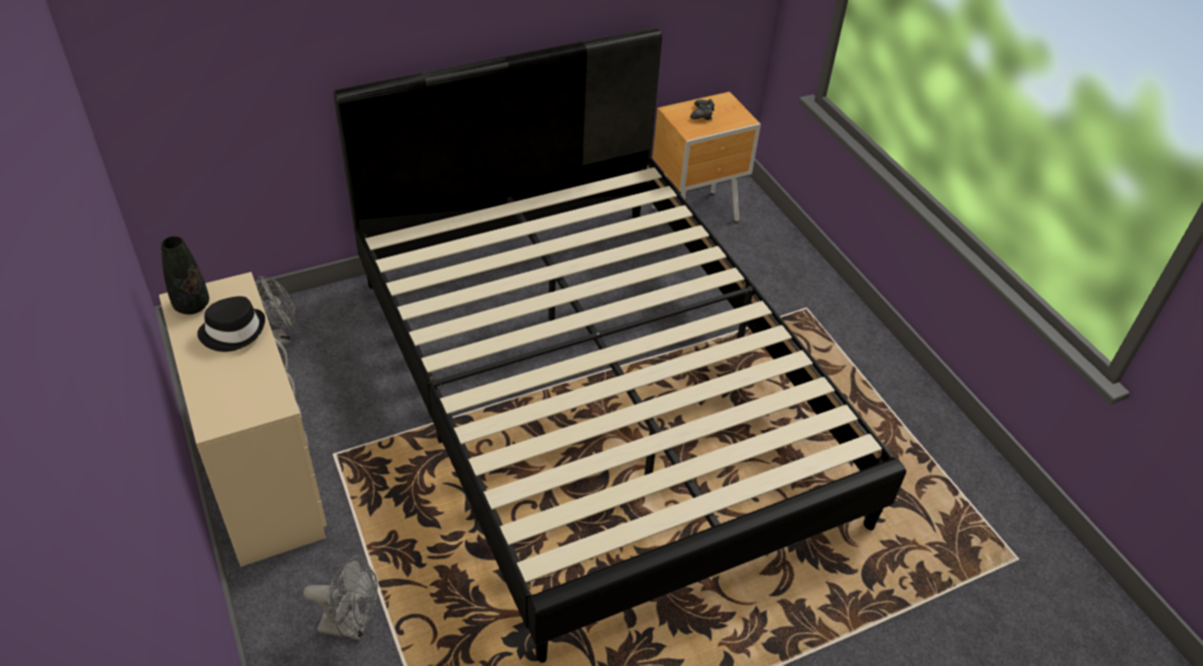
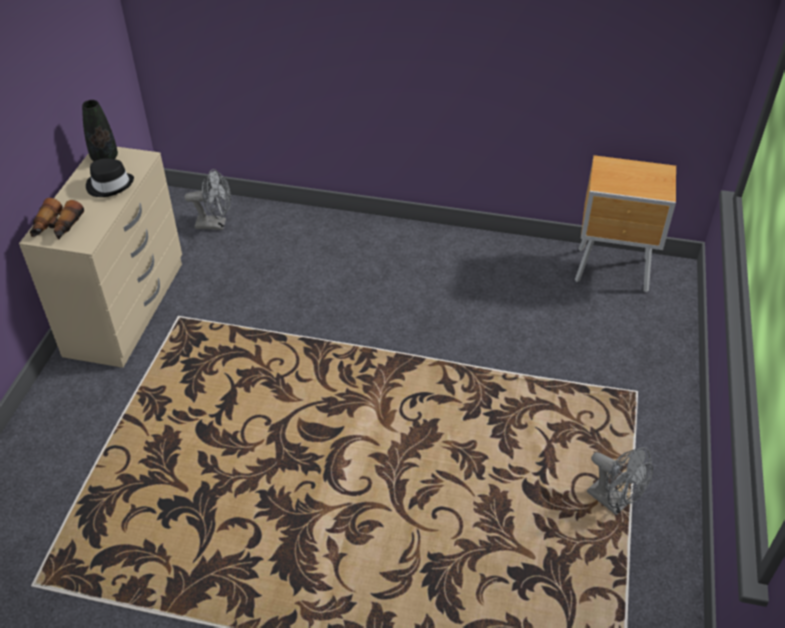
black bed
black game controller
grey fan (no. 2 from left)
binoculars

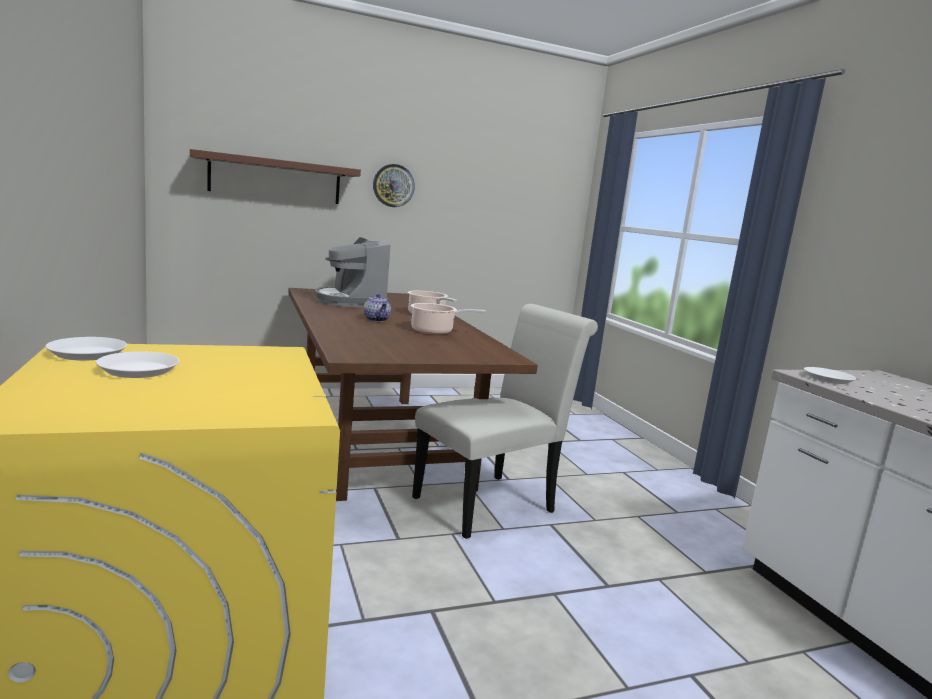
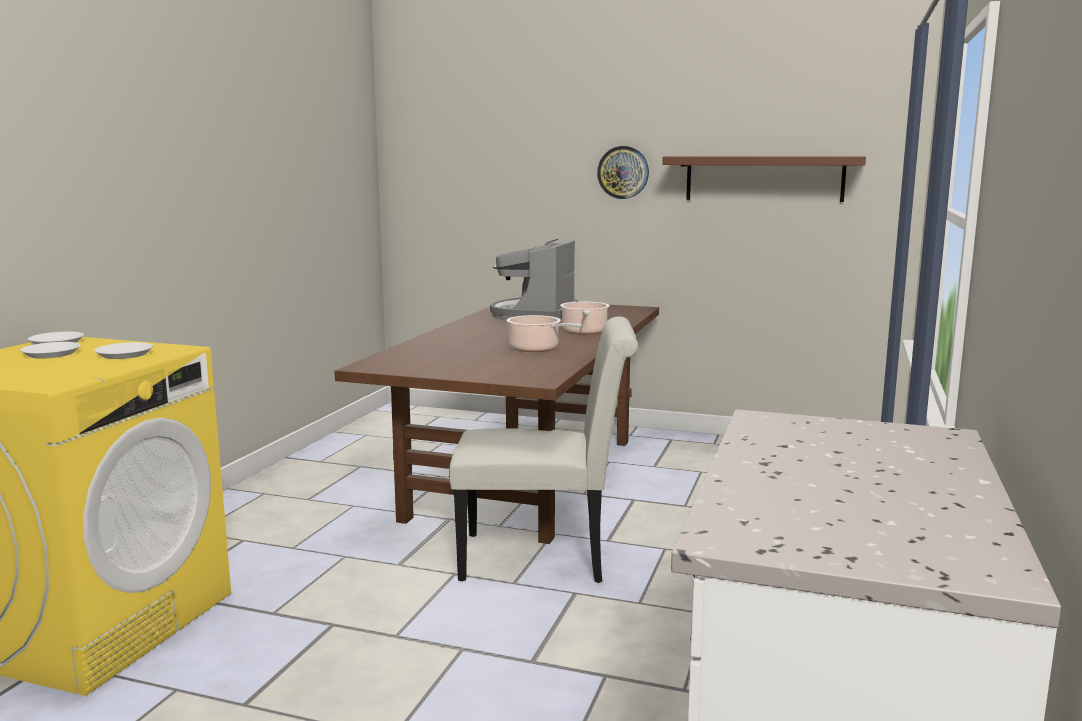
brown shelf
teapot
white plate (no. 3 from left)

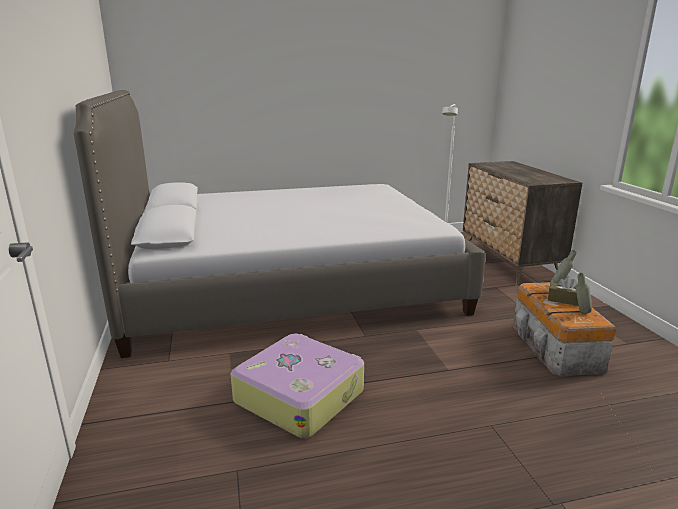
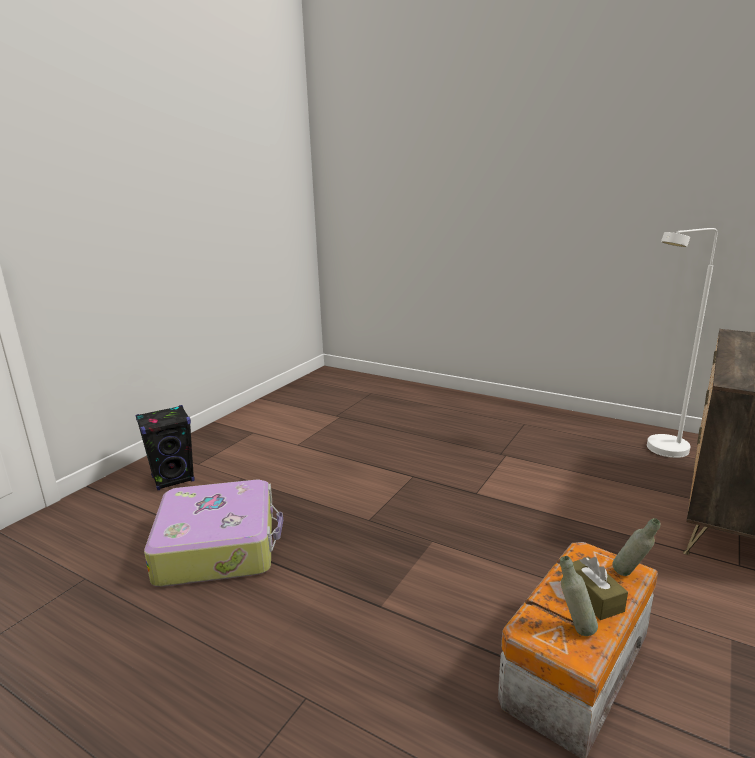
bed
black speaker

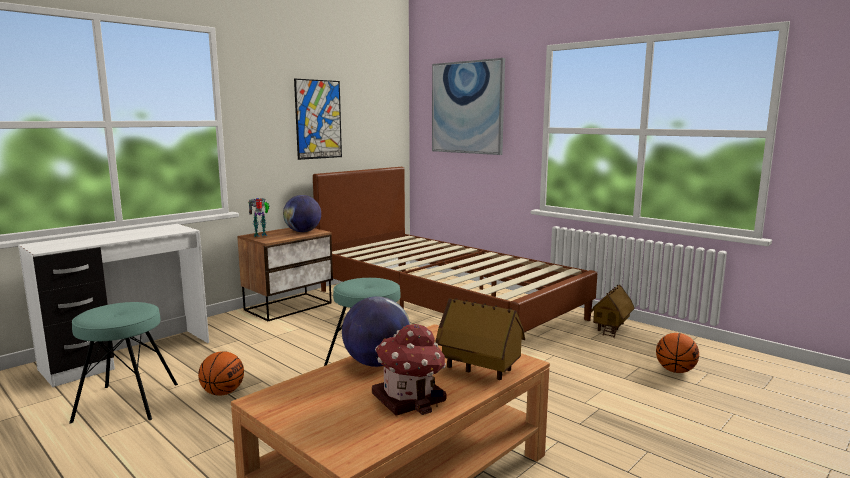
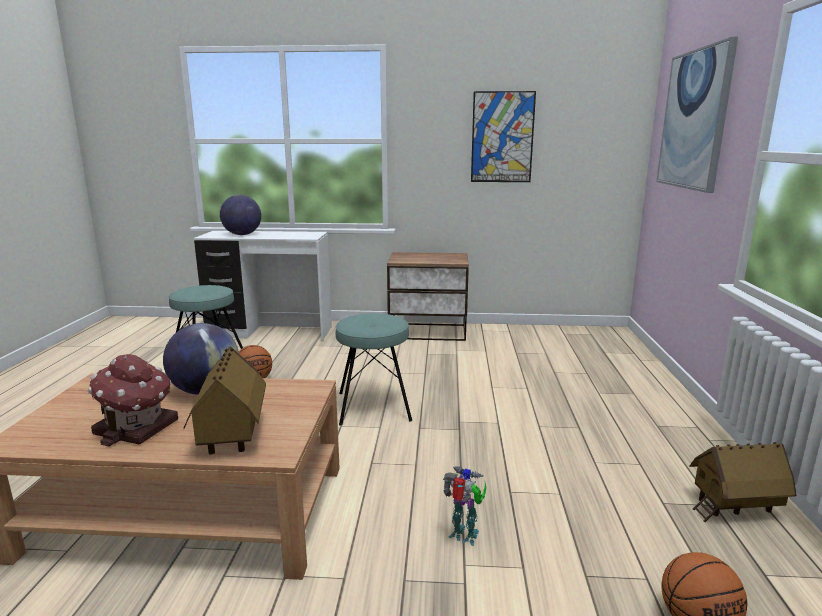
brown bed
globe (no. 2 from left)
toy robot

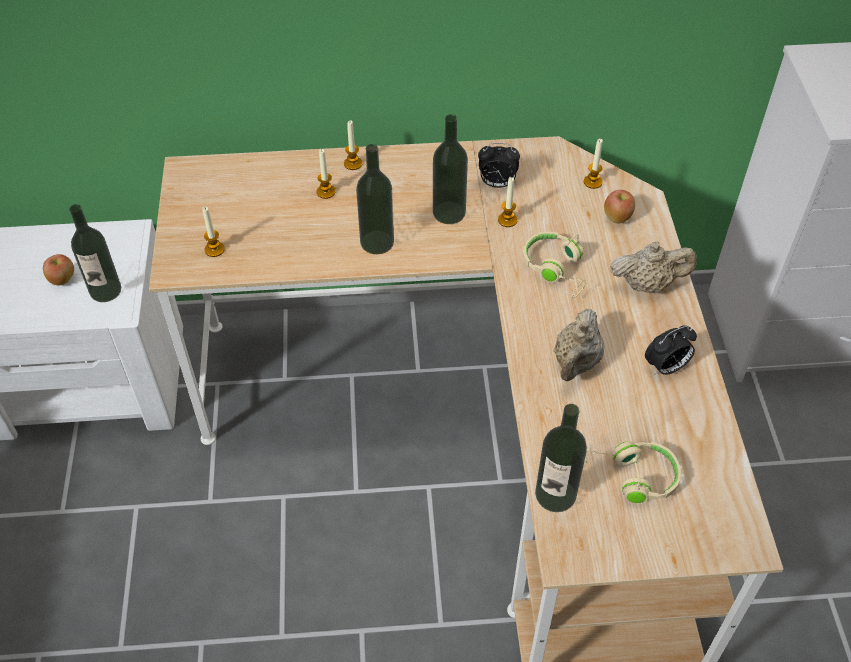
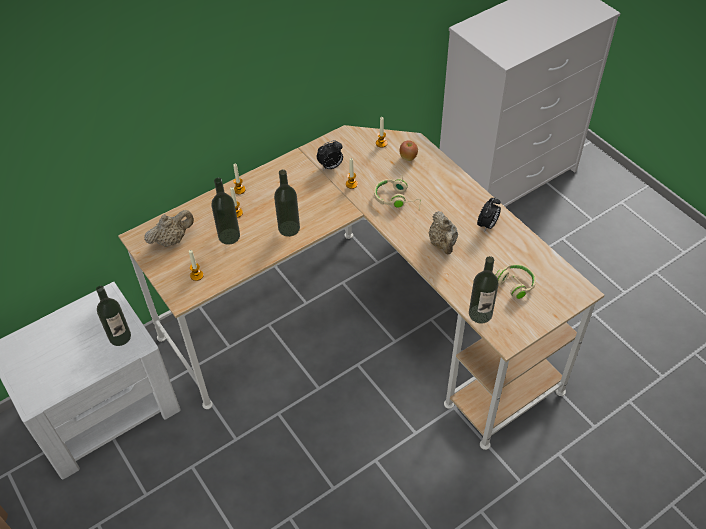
bottle (no. 2 from left)
beige teapot (no. 1 from left)
apple (no. 1 from left in the first image)

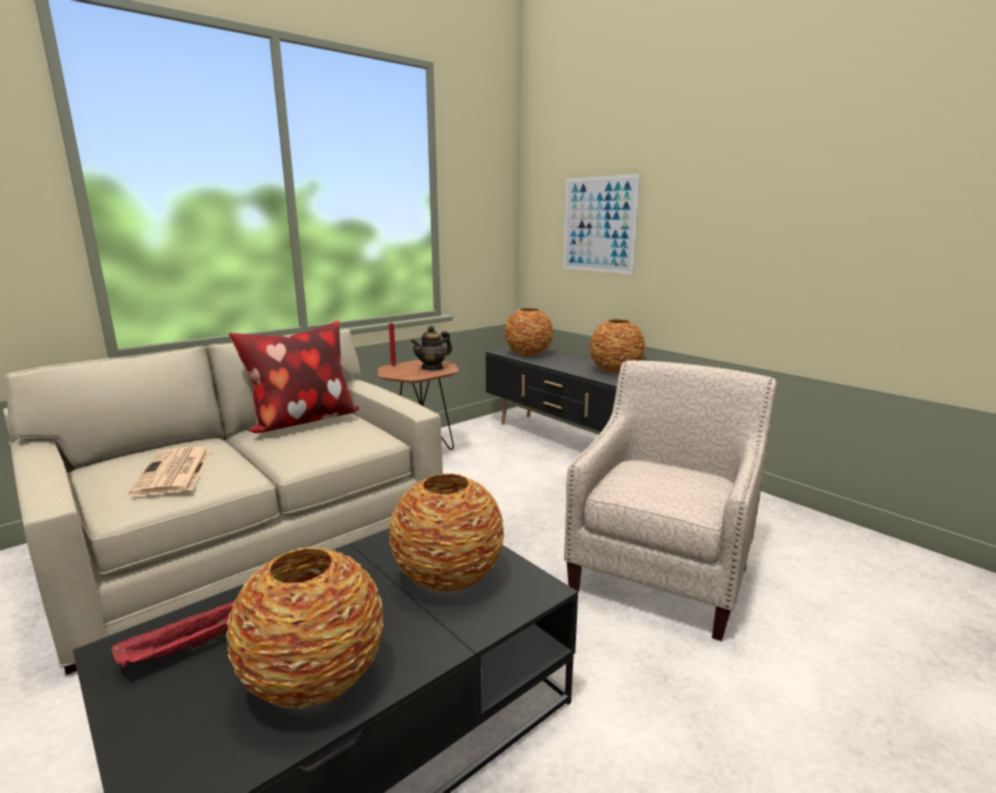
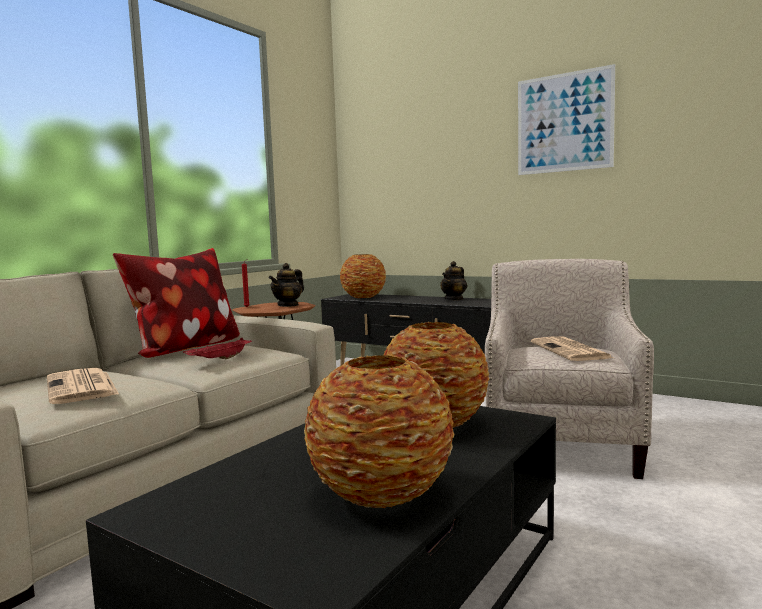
picture
teapot (no. 2 from left)
red tray
newspaper (no. 2 from left)

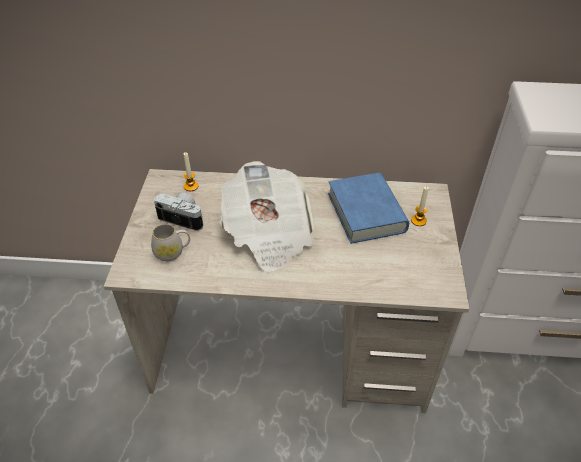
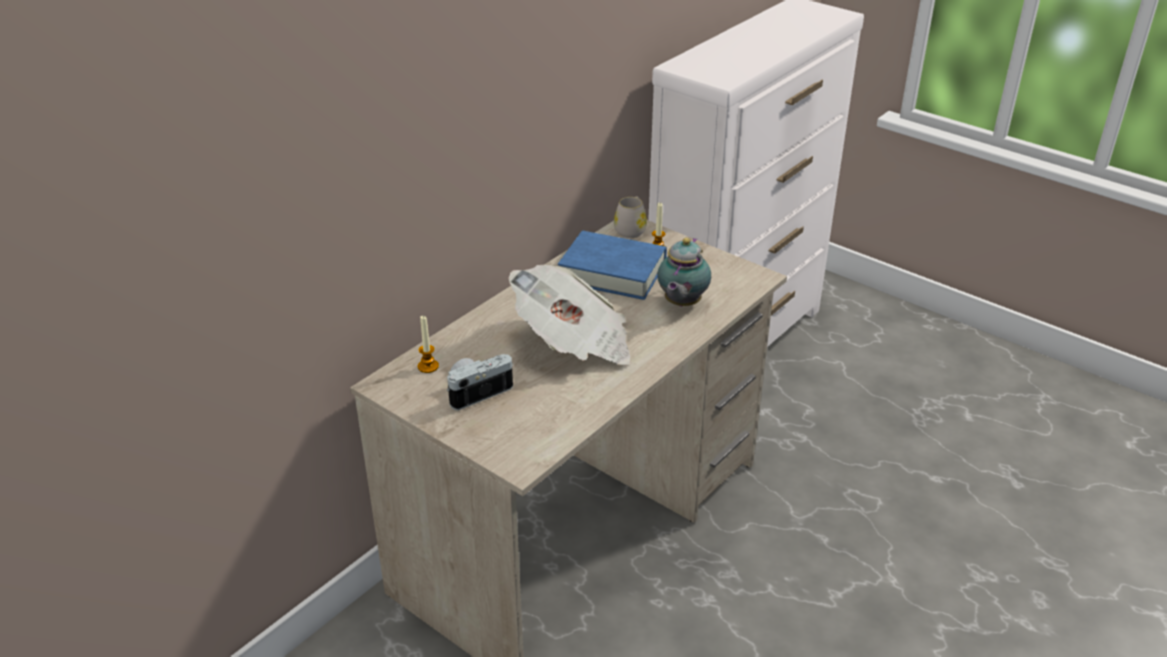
white mug
teapot

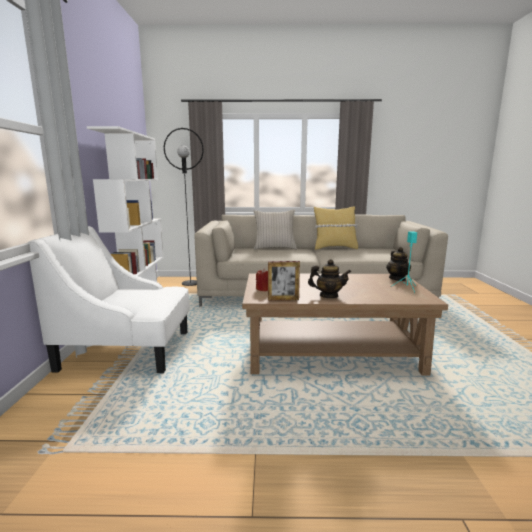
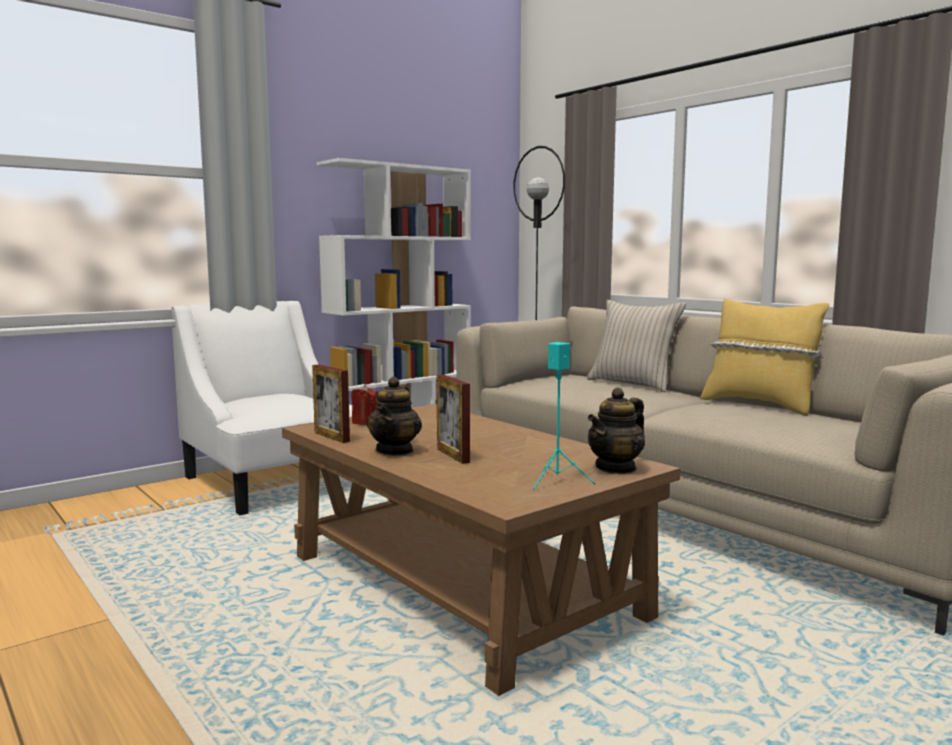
teapot (no. 1 from left)
picture frame (no. 2 from left)

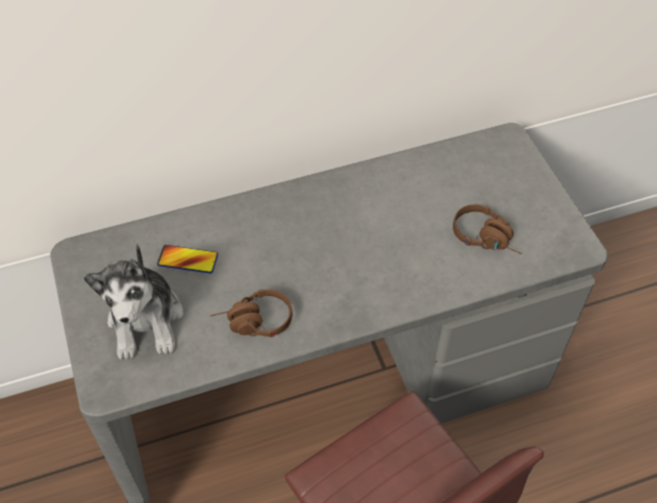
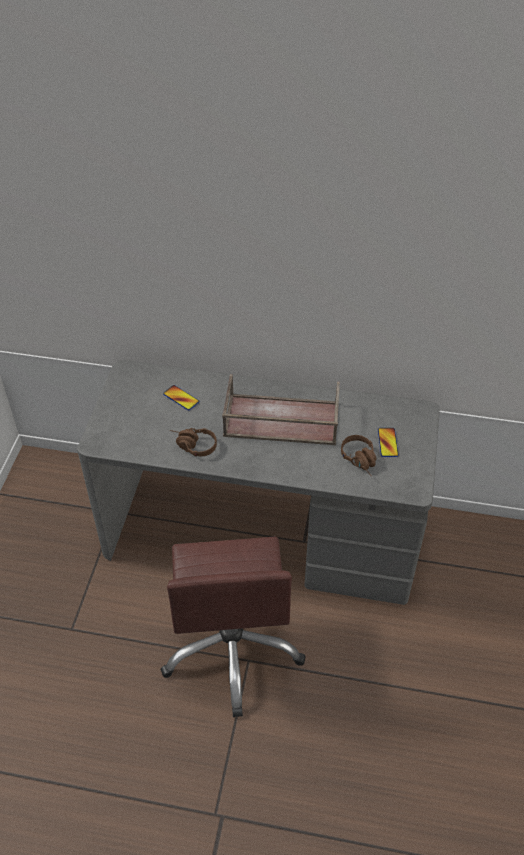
plush toy
brown tray
phone (no. 2 from left)

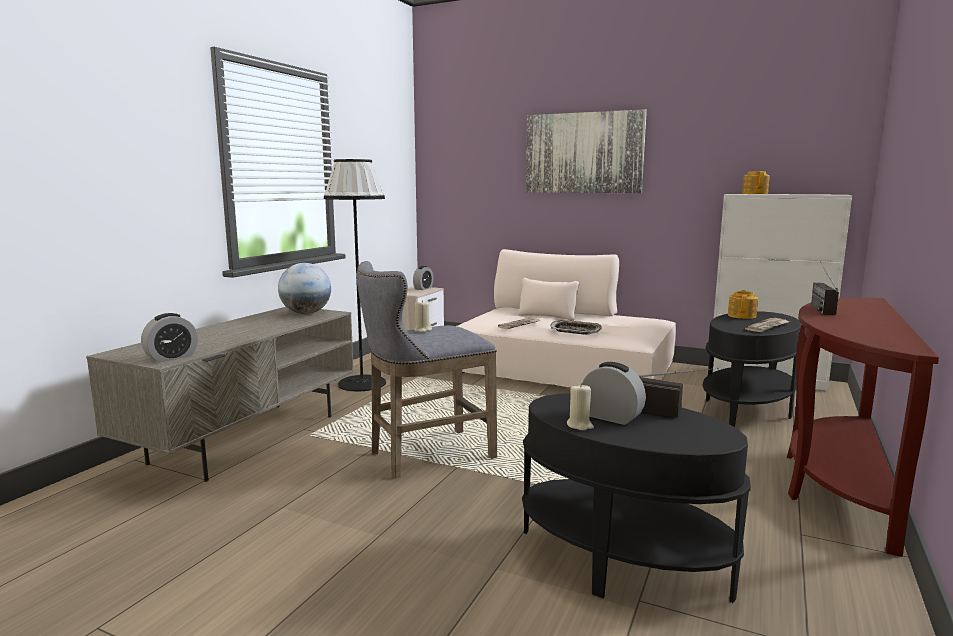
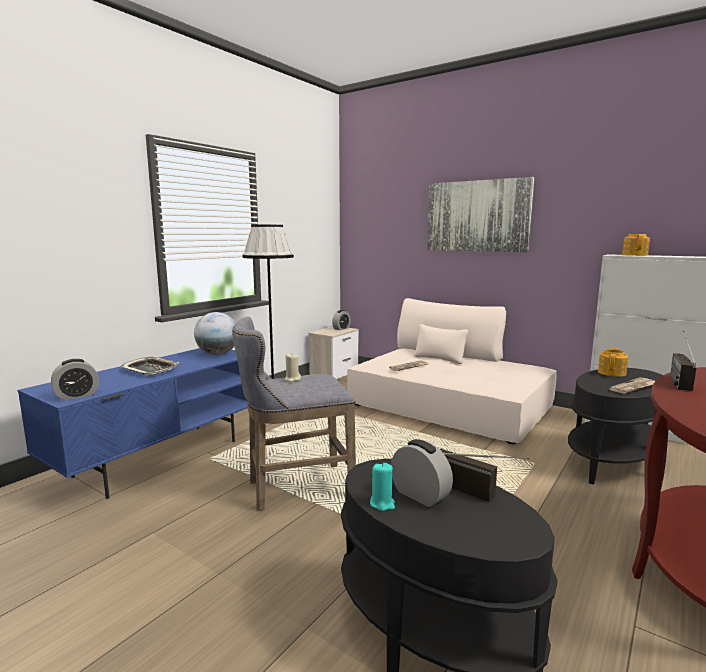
blue tv stand
tray
turquoise candle

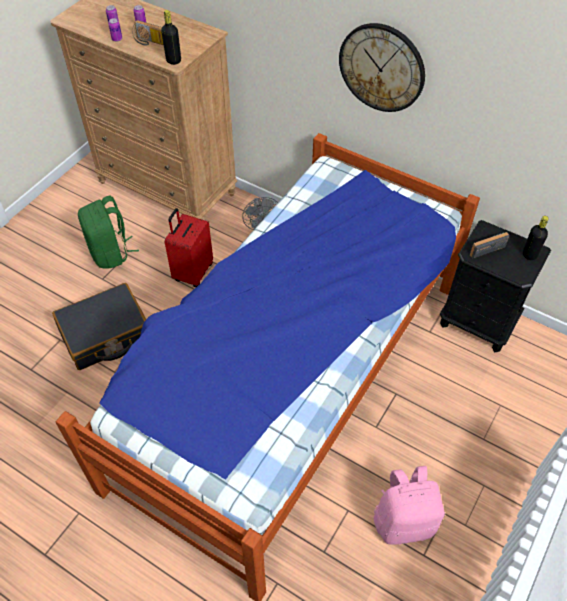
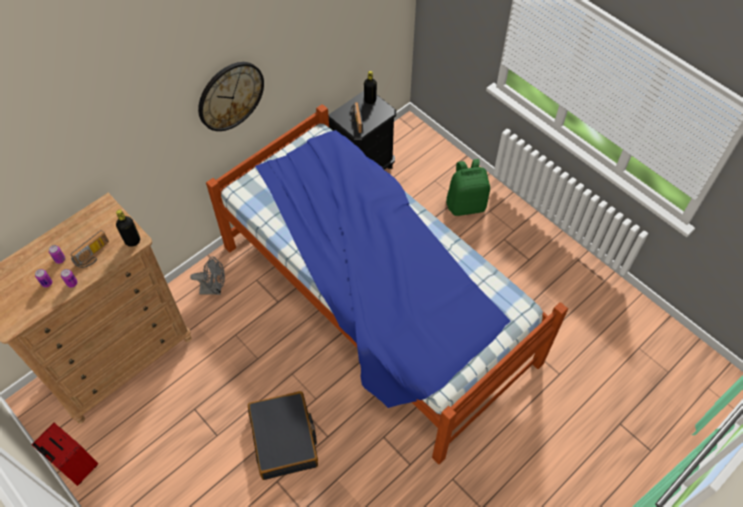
green backpack
red suitcase
pink backpack

